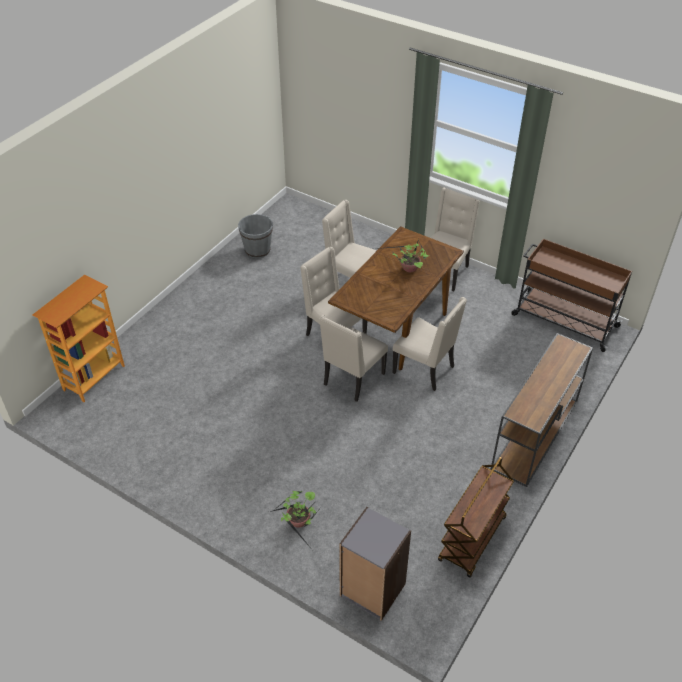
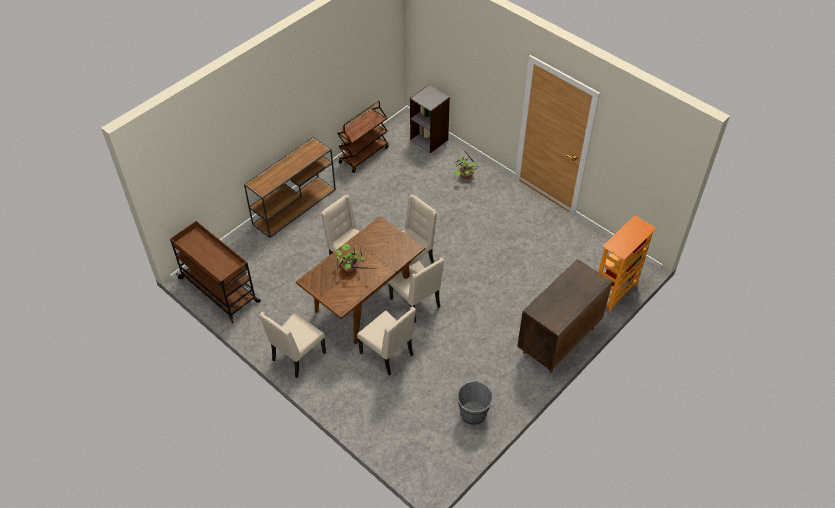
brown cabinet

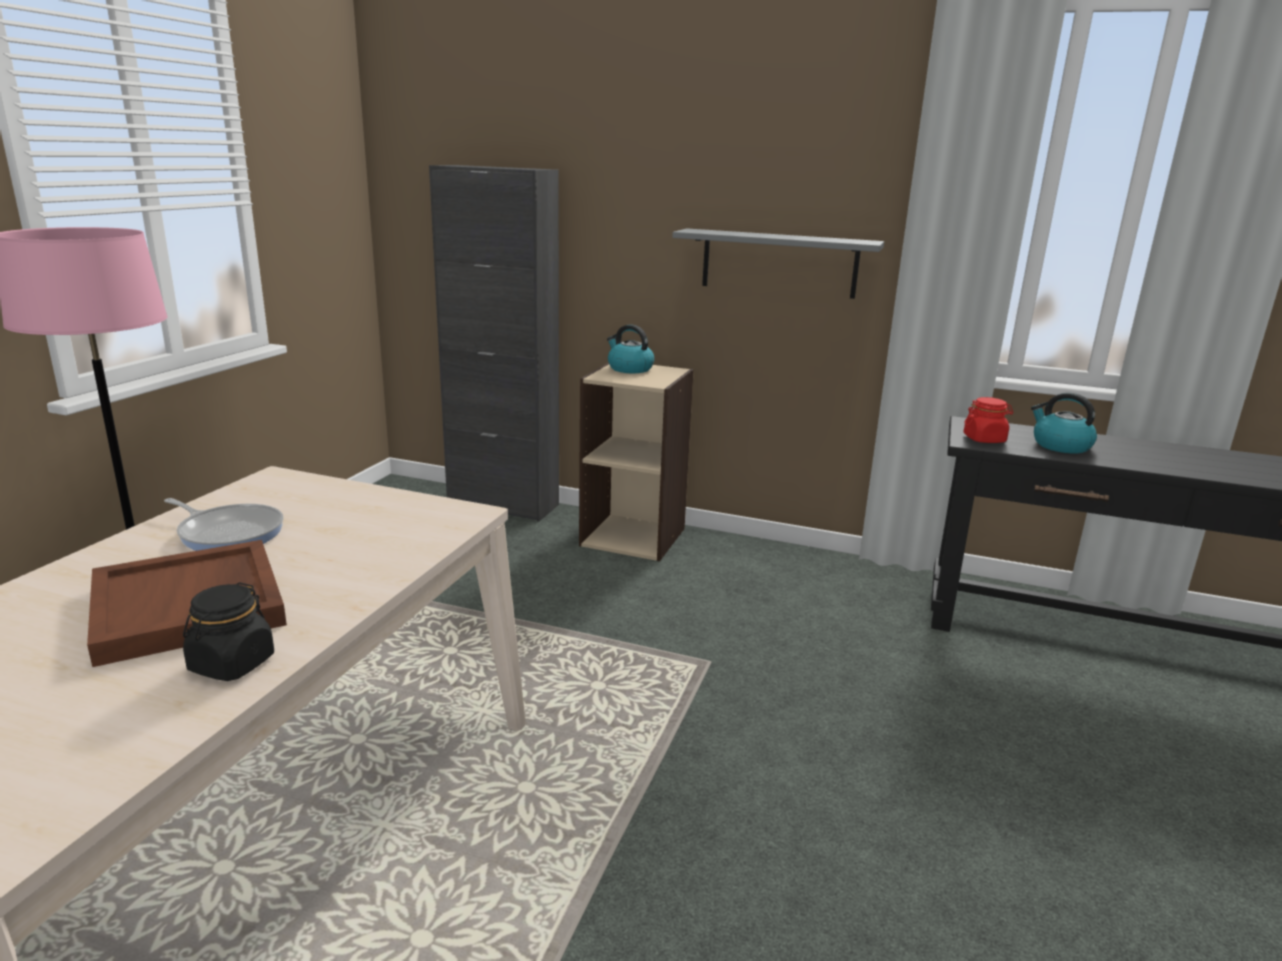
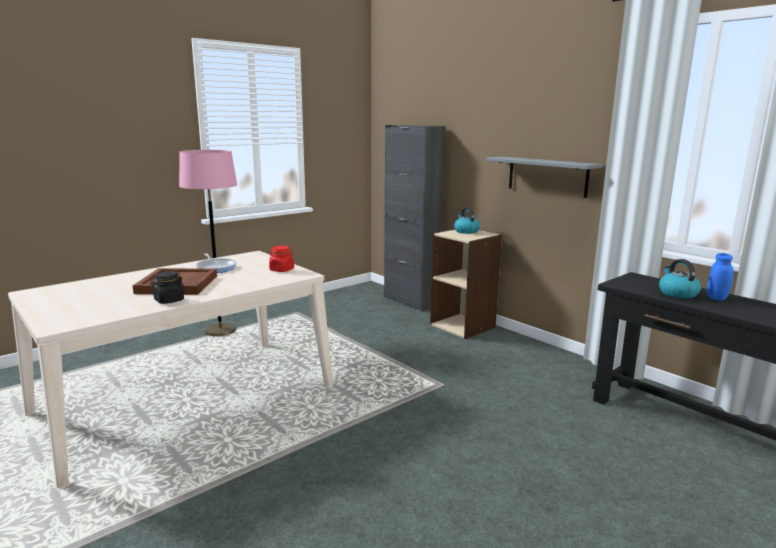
red jar
blue jar

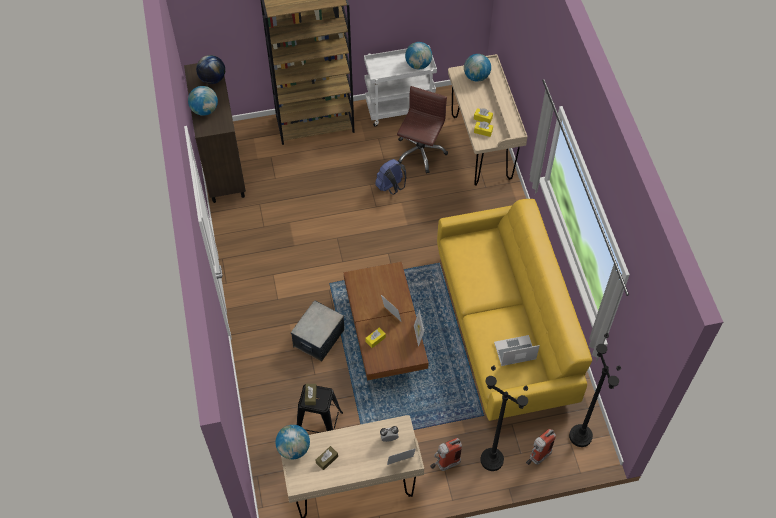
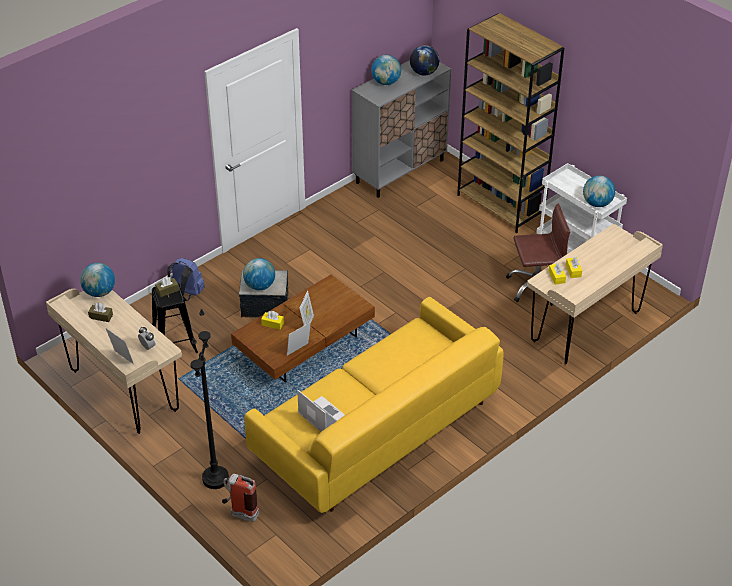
globe (no. 2 from left)
grey cabinet
blue backpack
black floor lamp (no. 2 from left in the first image)
fire extinguisher (no. 1 from left in the first image)

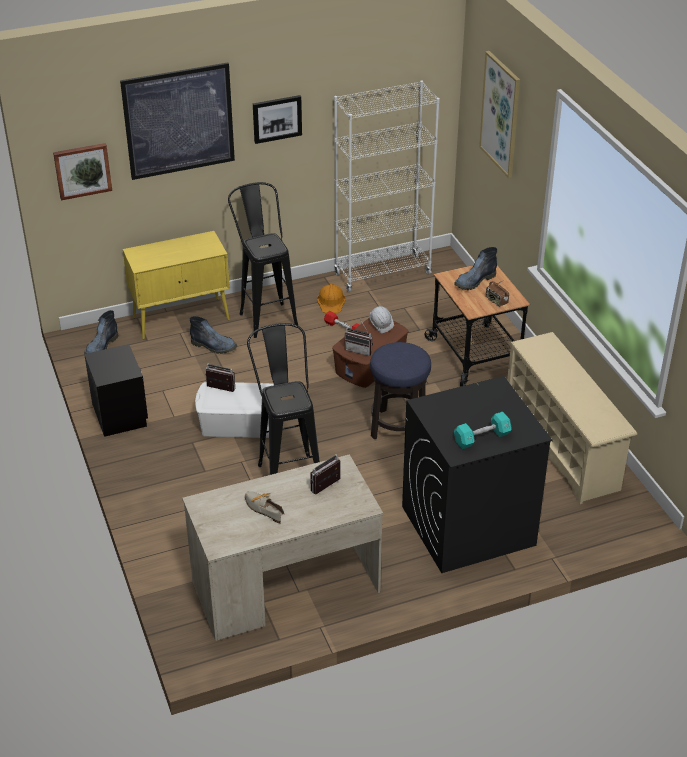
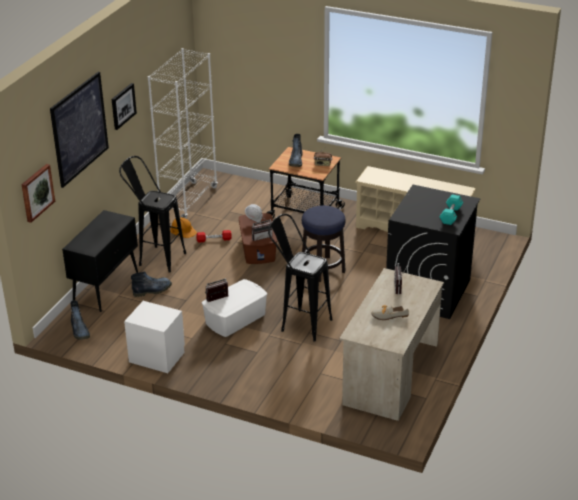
picture (no. 4 from left in the first image)
black cabinet
white nightstand

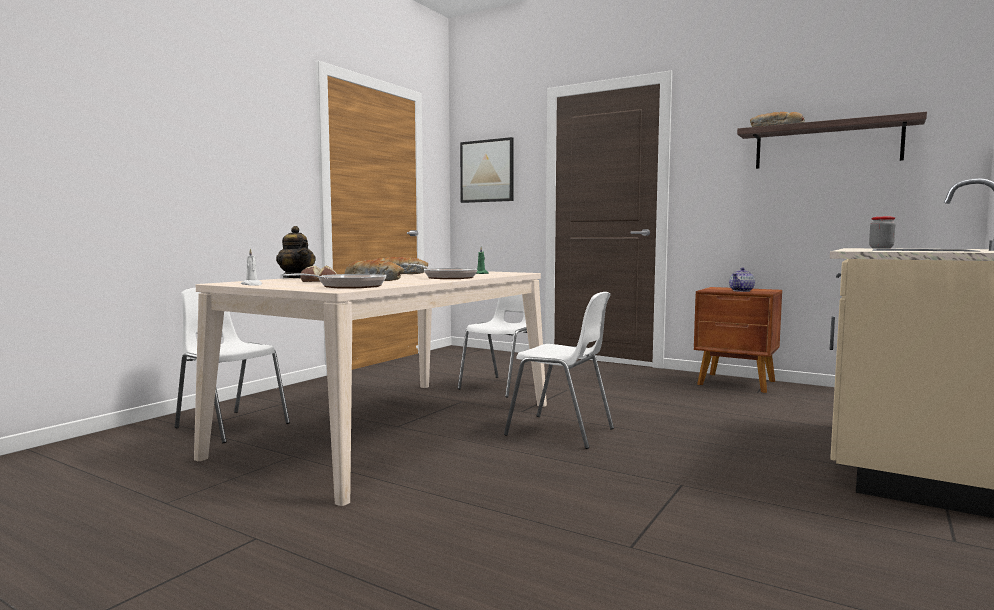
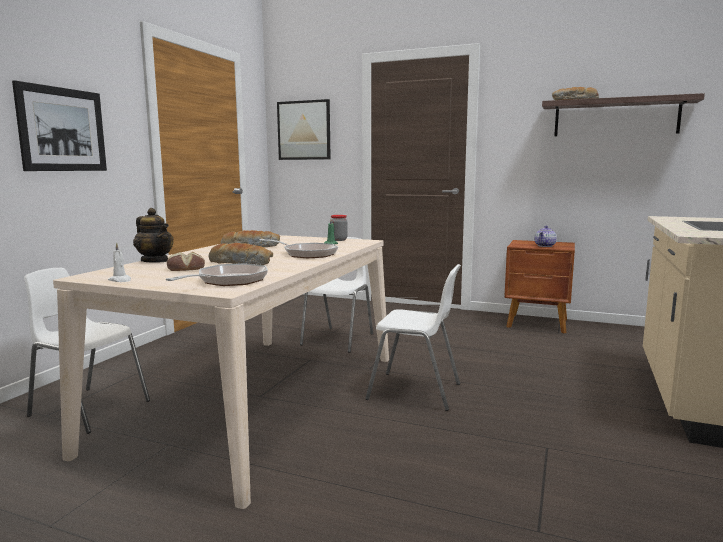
jar
picture (no. 1 from left)

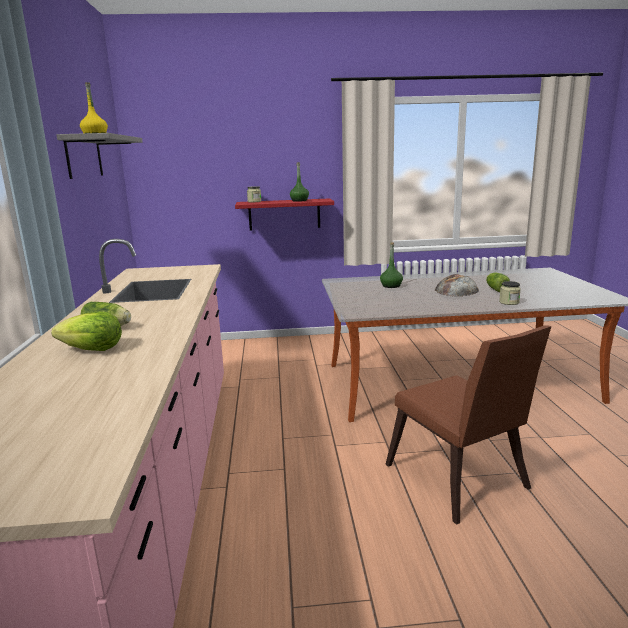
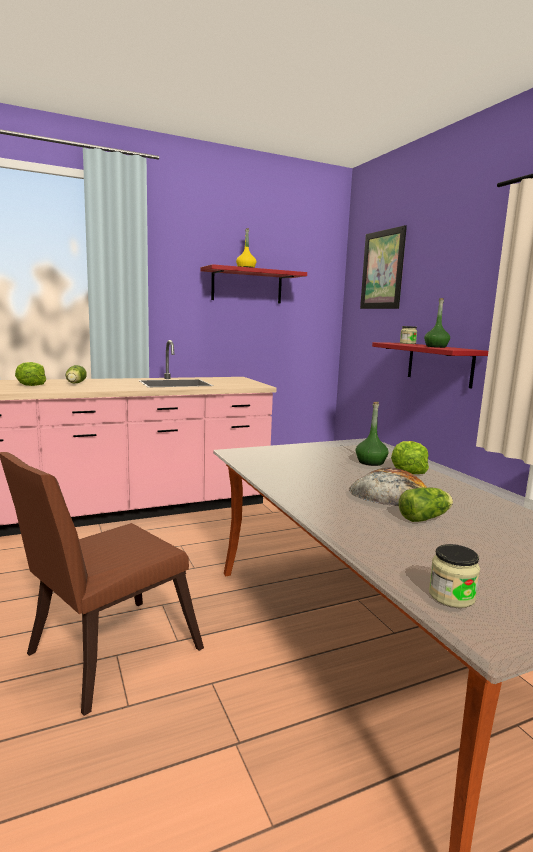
red shelf (no. 1 from left)
jar (no. 2 from left)
picture
lettuce (no. 3 from left)

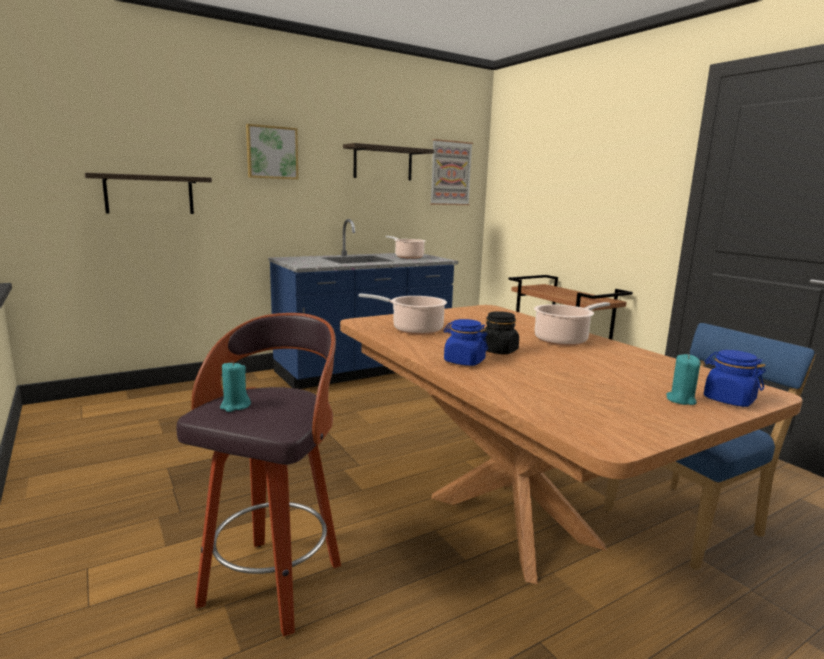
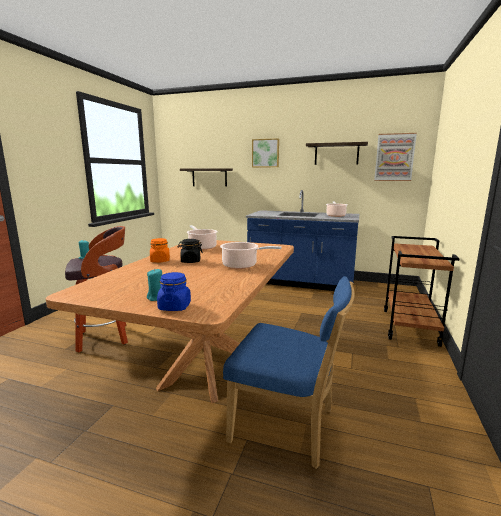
orange jar

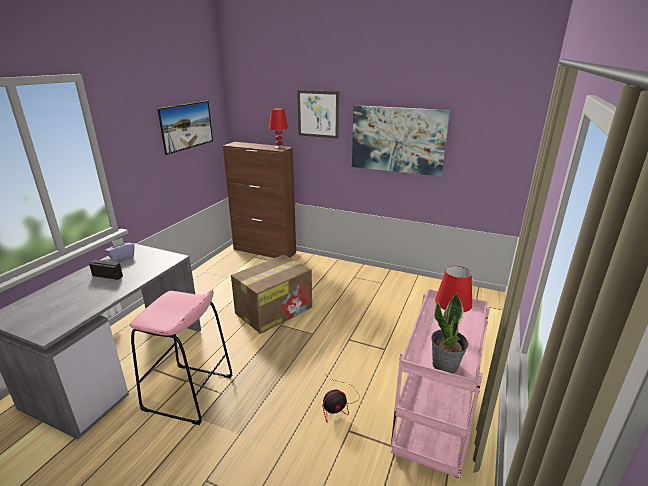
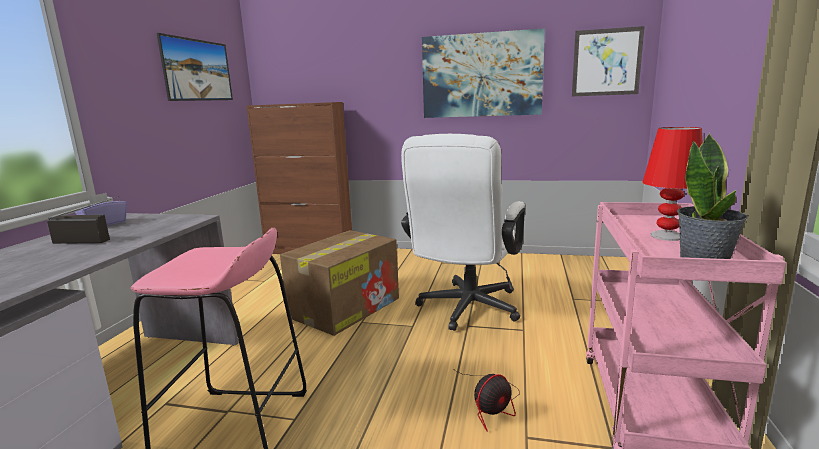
picture (no. 3 from left)
red table lamp (no. 1 from left in the first image)
white office chair

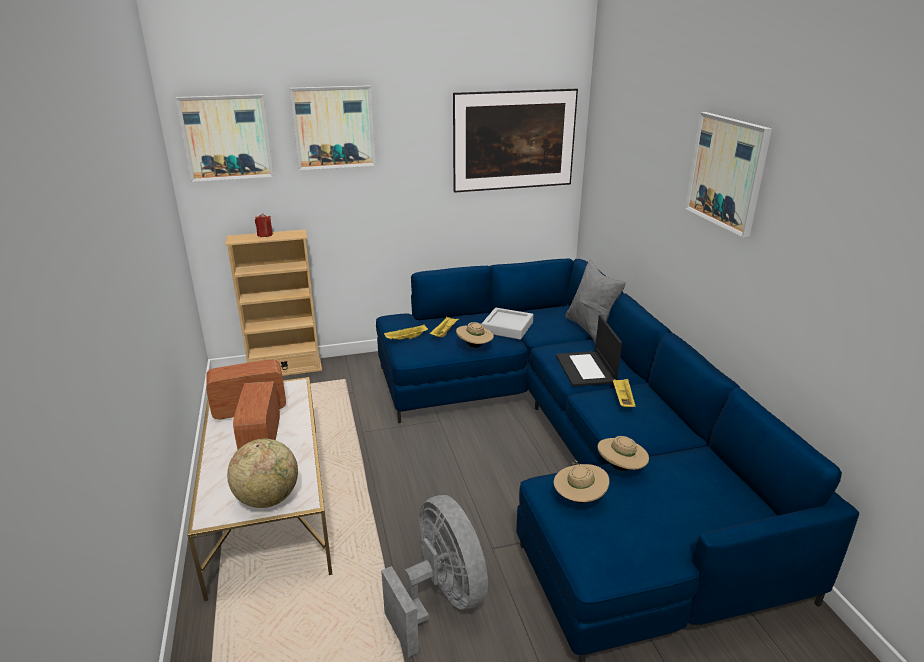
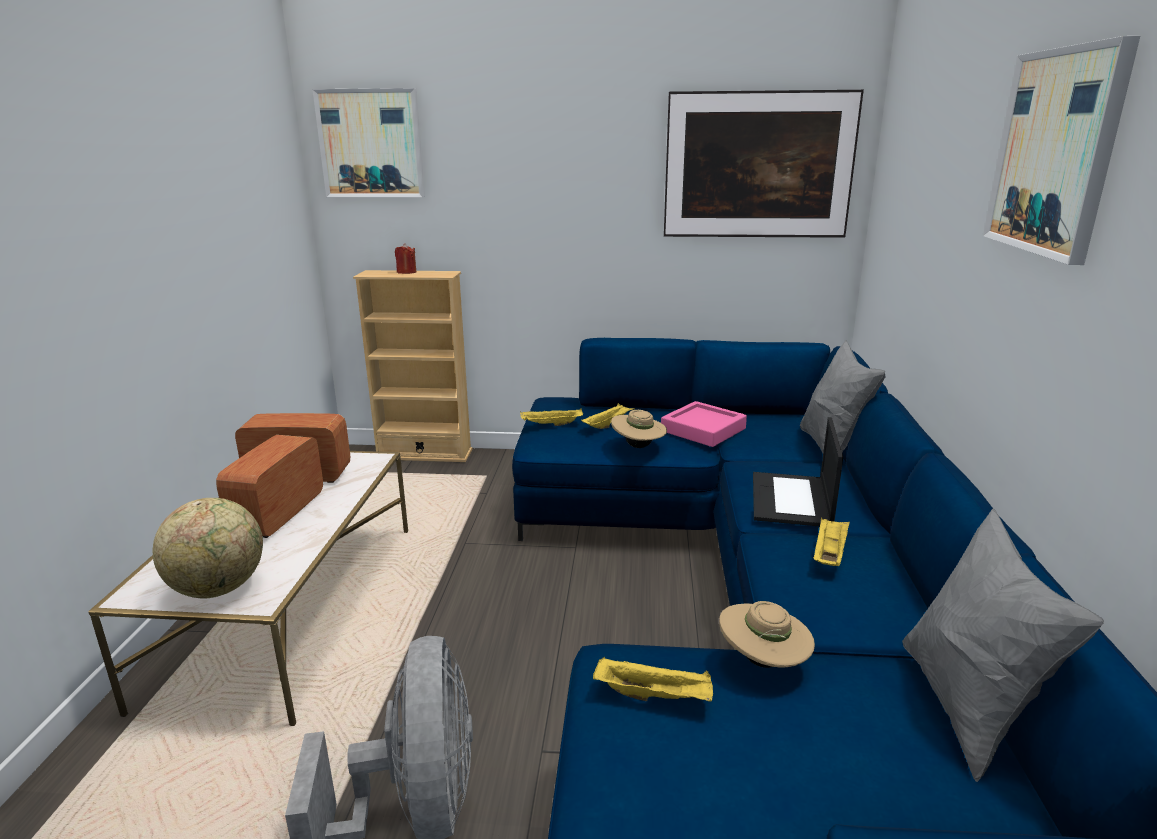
picture (no. 2 from left in the first image)
pink tray
yellow tray (no. 3 from left)
grey pillow (no. 2 from left)

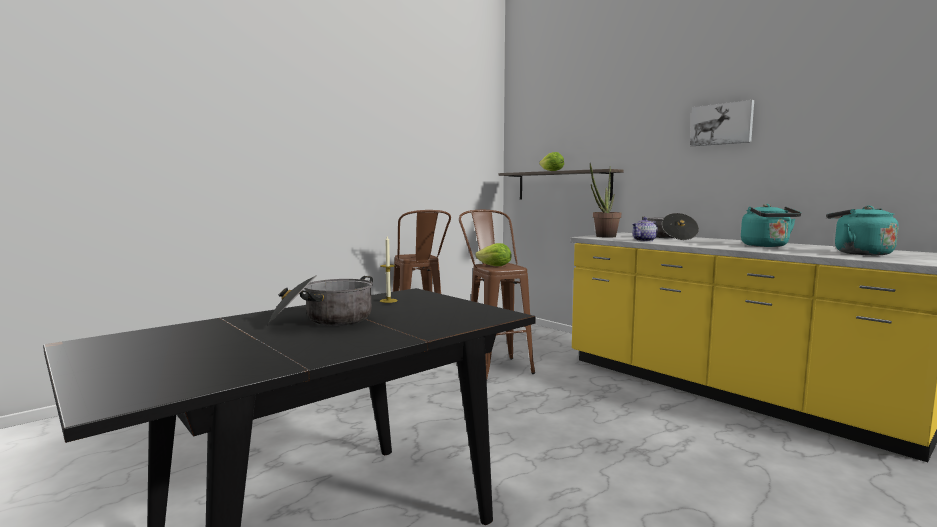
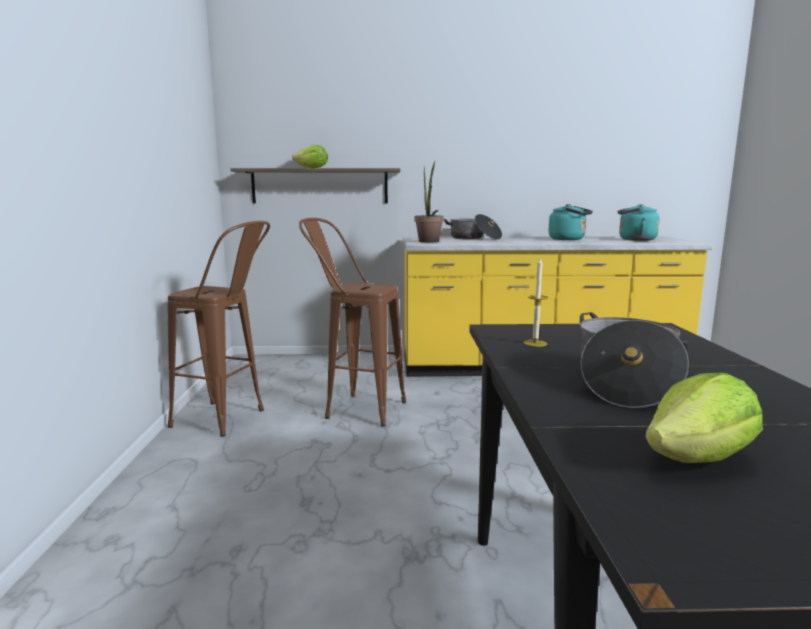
picture
teapot
lettuce (no. 2 from left)

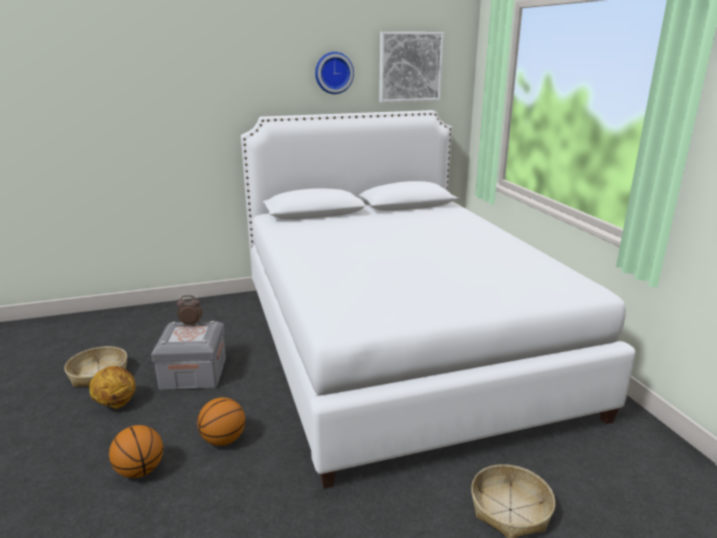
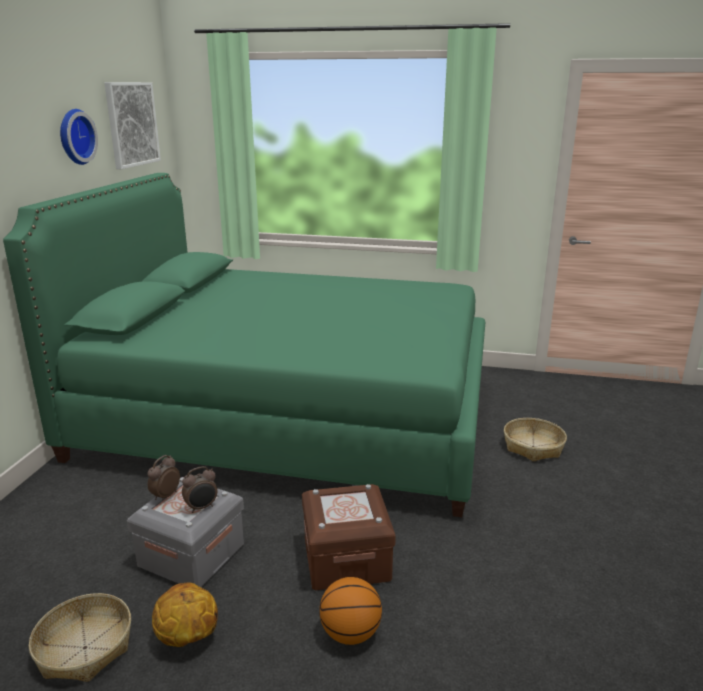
green bed
brown storage box
alarm clock (no. 2 from left)

